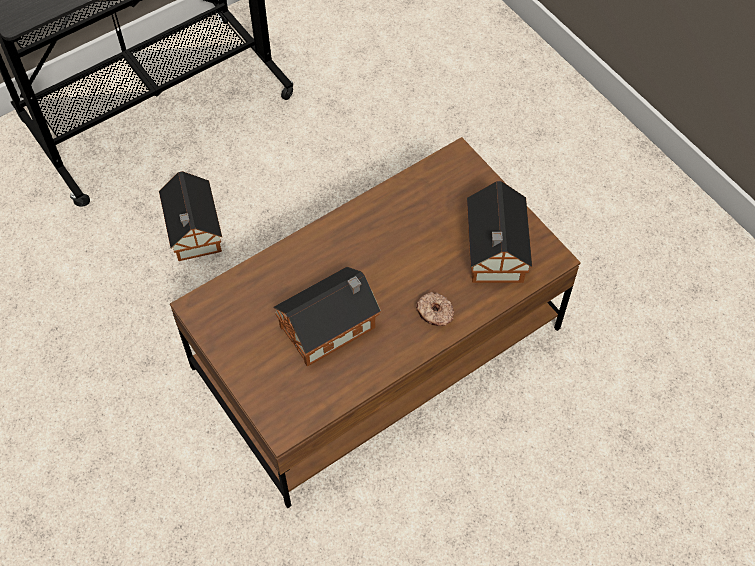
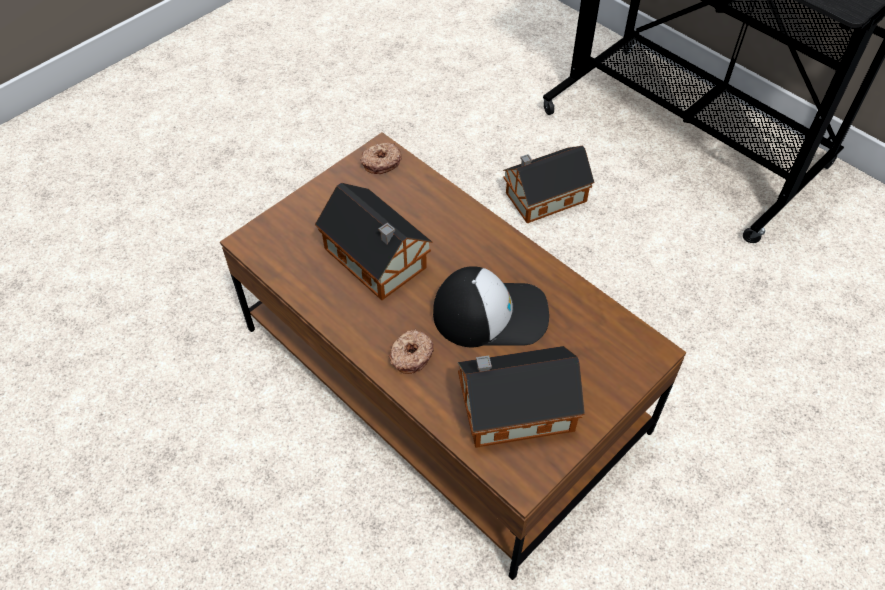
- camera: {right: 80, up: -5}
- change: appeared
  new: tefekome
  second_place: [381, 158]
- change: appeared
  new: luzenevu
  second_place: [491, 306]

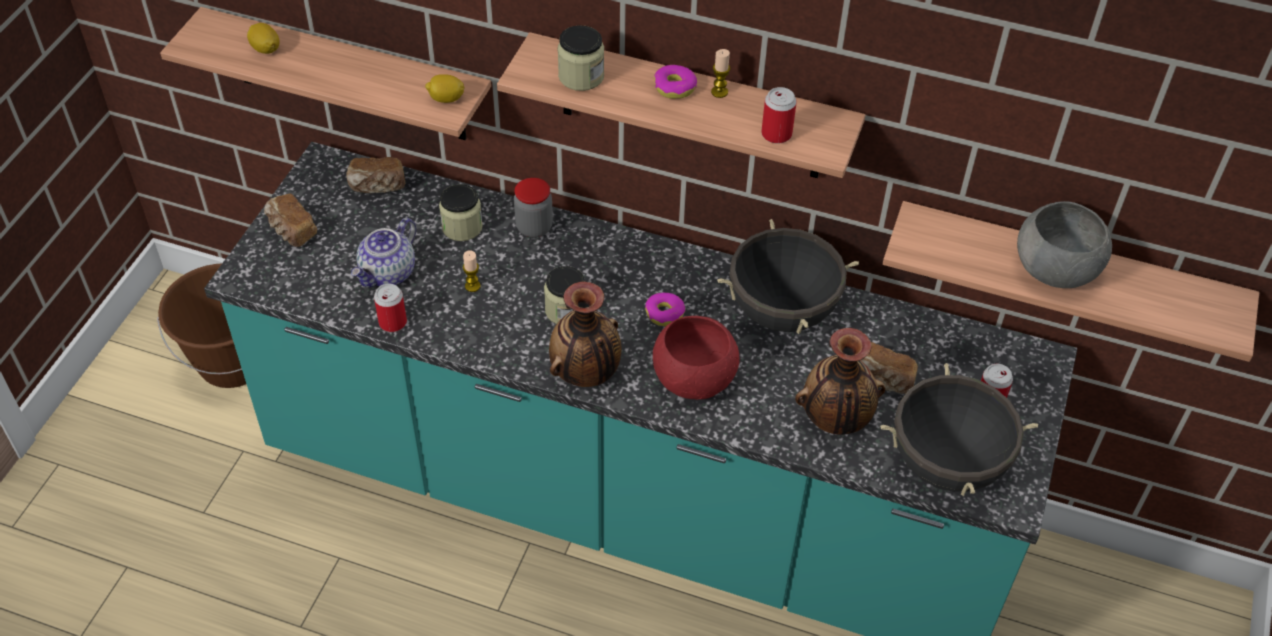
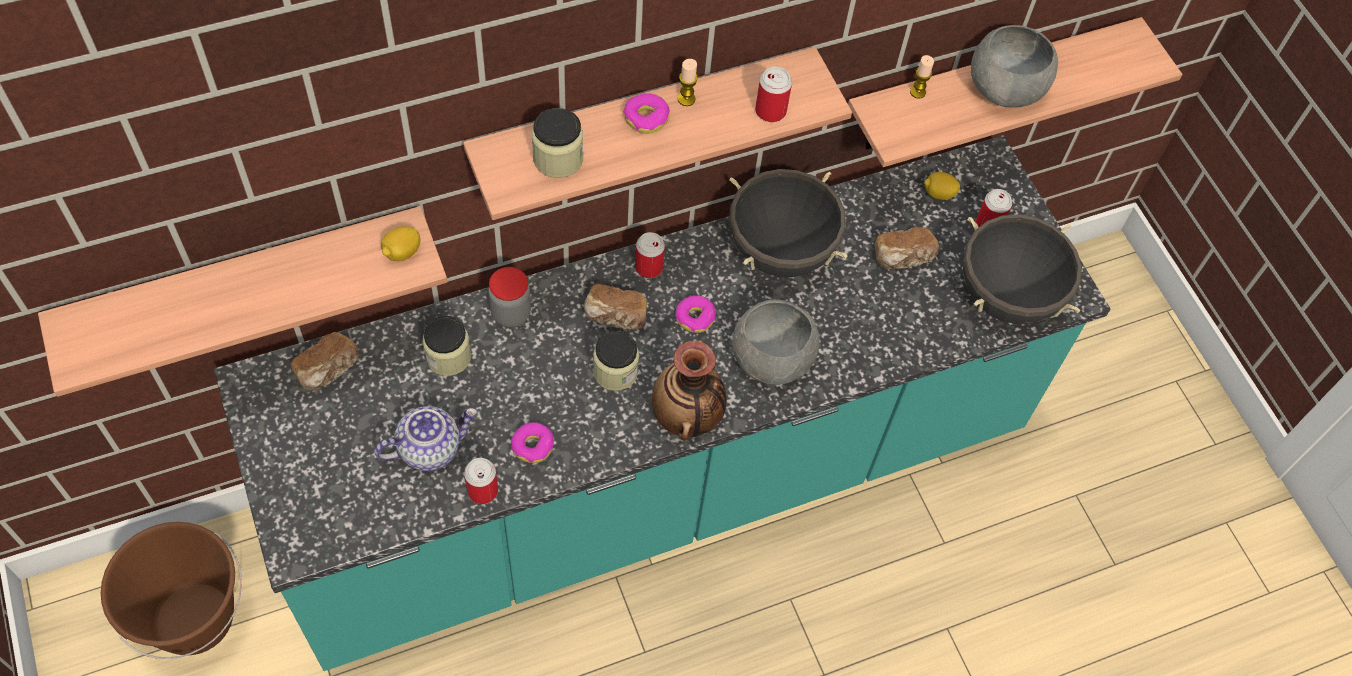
- camera: {right: -45, up: 10}
- change: spun
  old: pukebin
  first_place: [383, 252]
  second_place: [426, 438]
  degrees: -105
- change: appeared
  new: tefekome
  second_place: [532, 442]
- change: relocated
  old: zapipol
  first_place: [290, 220]
  second_place: [615, 307]
- change: appeared
  new: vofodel
  second_place: [650, 255]
- change: colour
  old: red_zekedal
  new: grey_zekedal
  first_place: [696, 358]
  second_place: [776, 342]
- change: relocated
  old: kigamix
  first_place: [471, 271]
  second_place: [922, 76]
- change: relocated
  old: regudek
  first_place: [263, 38]
  second_place: [942, 186]
- change: missing
  old: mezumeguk
  first_place: [840, 381]

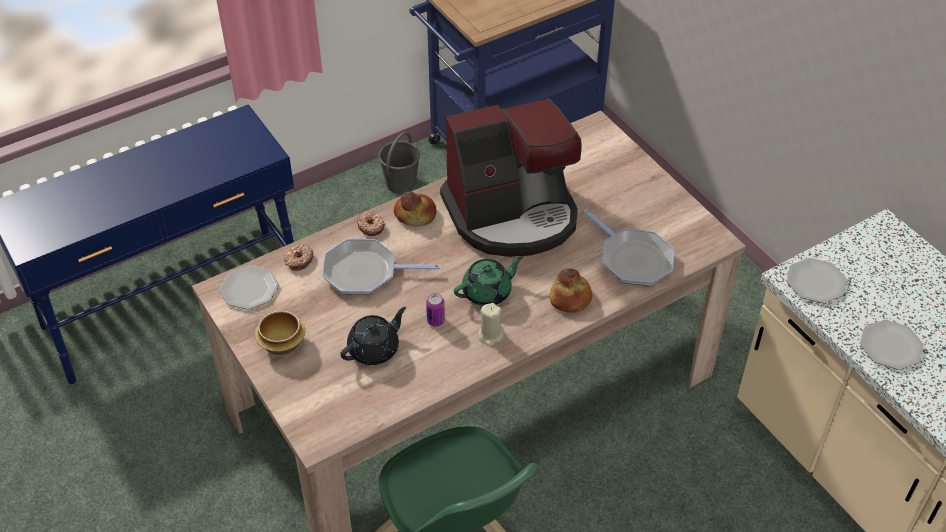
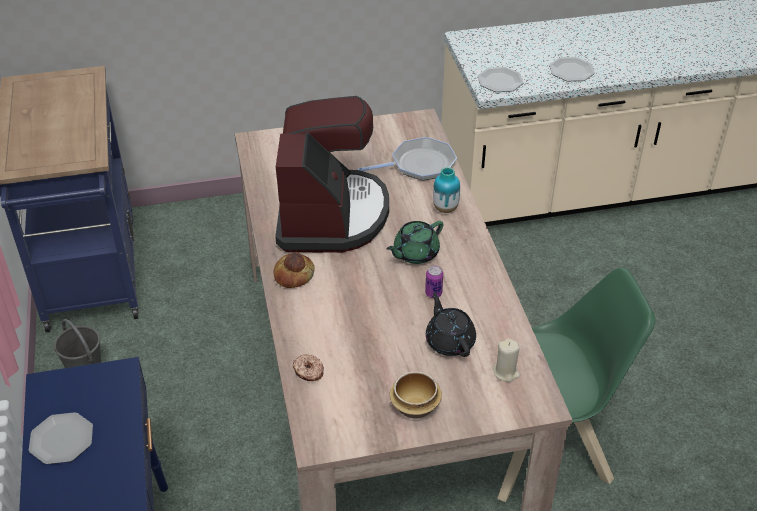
- camera: {right: -70, up: -5}
- change: relocated
  old: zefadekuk
  first_place: [249, 287]
  second_place: [61, 438]
- change: spun
  old: green_pukebin
  first_place: [489, 281]
  second_place: [415, 242]
  degrees: -120
- change: exchanged
  old: zapipol
  new: mezumeguk
  first_place: [571, 290]
  second_place: [446, 190]
- change: relocated
  old: beige_kigamix
  first_place: [491, 324]
  second_place: [506, 360]
- change: missing
  old: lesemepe
  first_place: [381, 267]
- change: missing
  old: tefekome
  first_place: [371, 223]

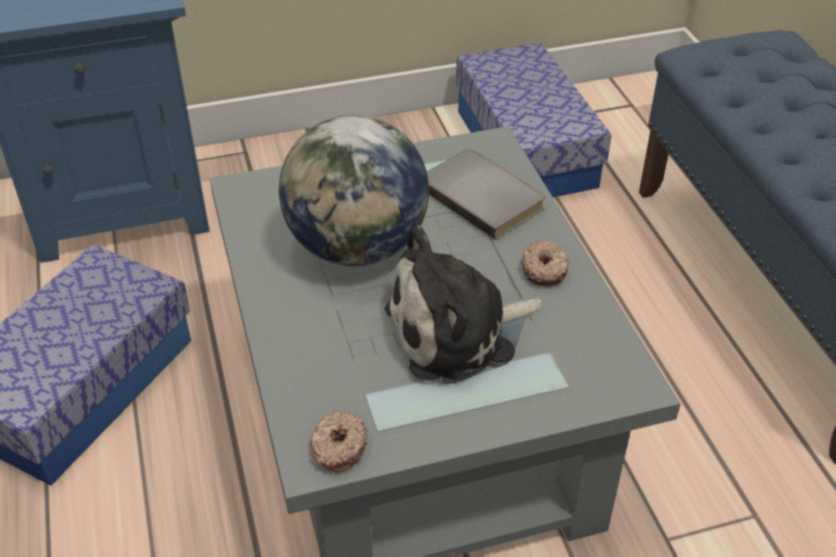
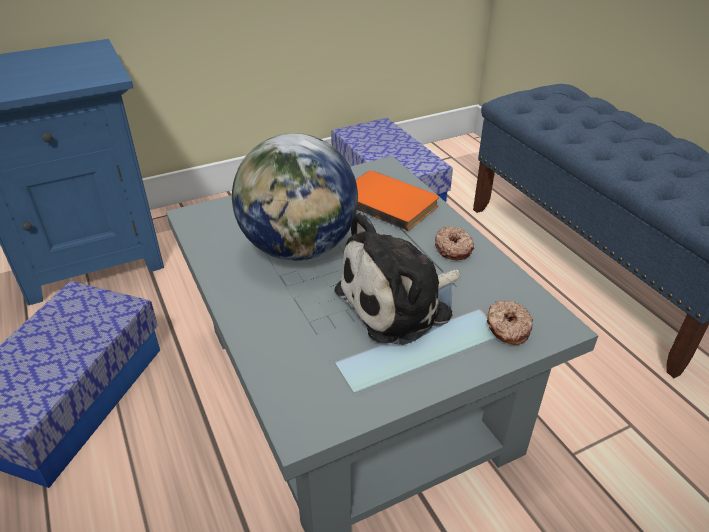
- camera: {right: -10, up: -5}
- change: colour
  old: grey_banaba
  new: orange_banaba
  first_place: [486, 194]
  second_place: [397, 201]
- change: relocated
  old: tefekome
  first_place: [339, 441]
  second_place: [510, 322]

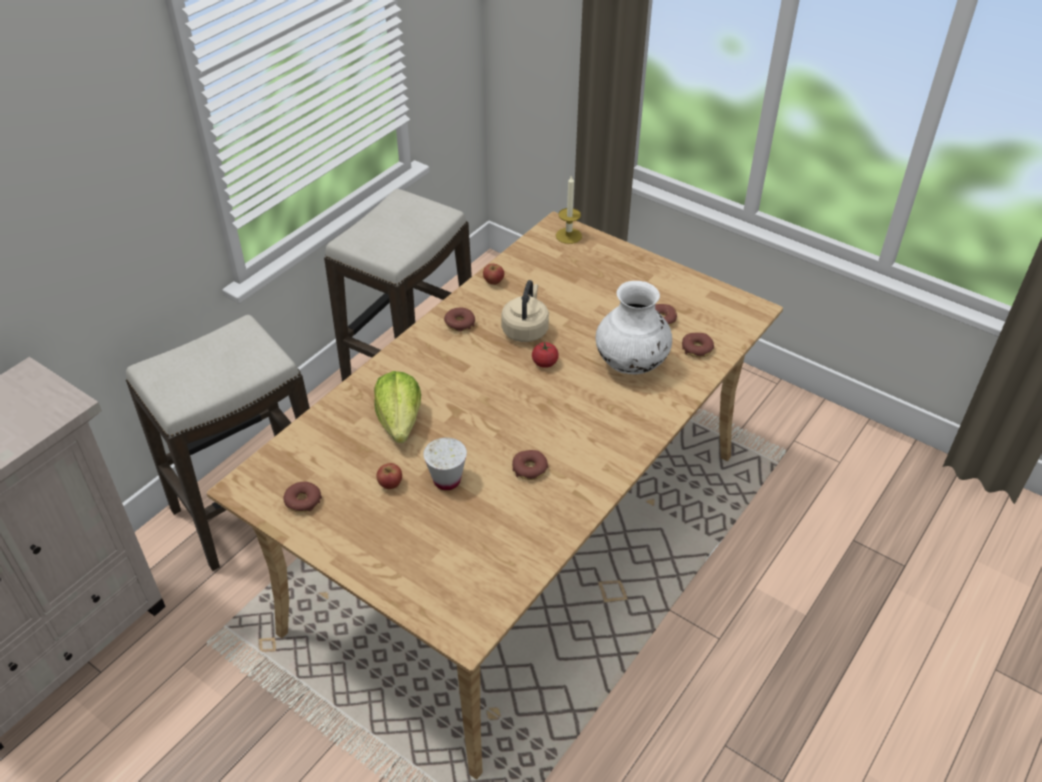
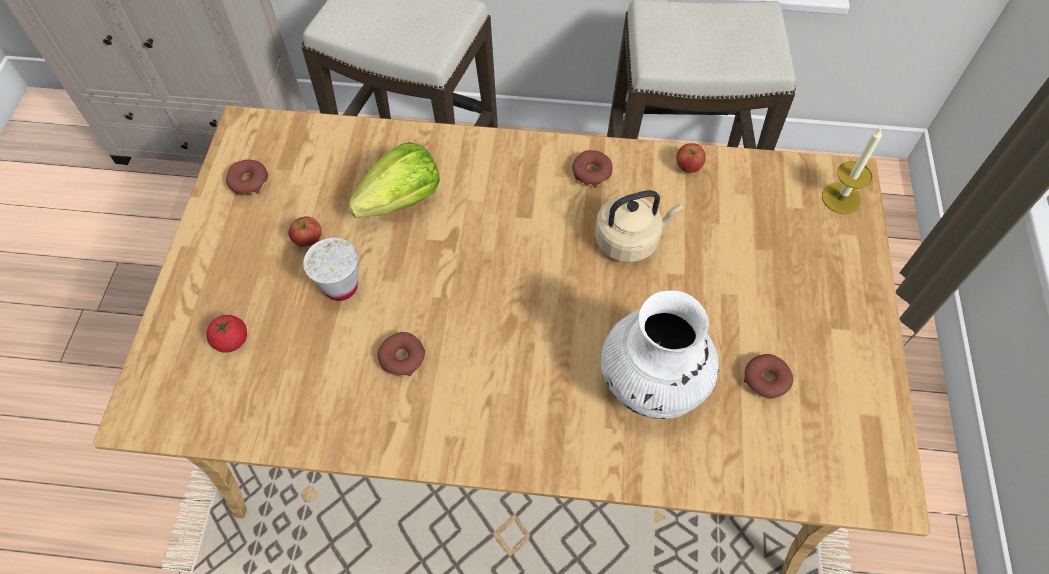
- camera: {right: 60, up: 15}
- change: relocated
  old: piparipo
  first_place: [545, 354]
  second_place: [227, 334]
- change: missing
  old: tefekome
  first_place: [698, 345]

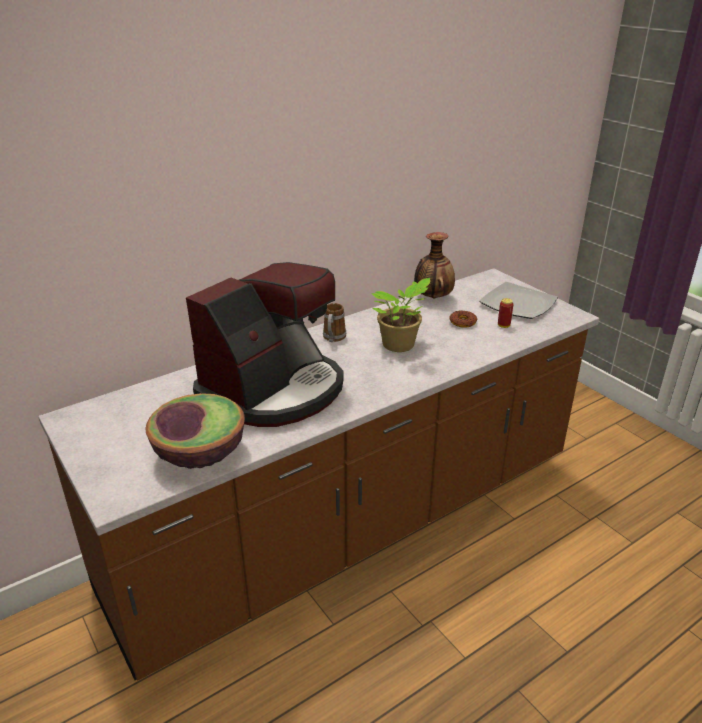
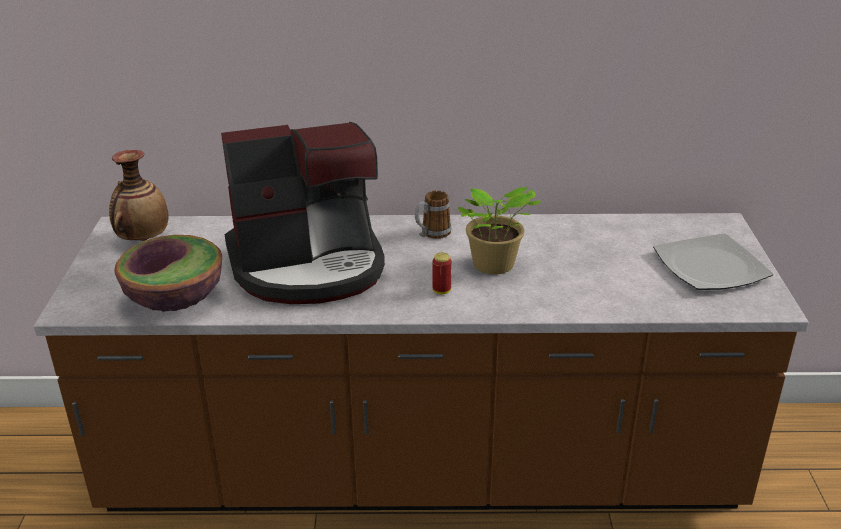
- camera: {right: 35, up: 0}
- change: relocated
  old: mezumeguk
  first_place: [434, 265]
  second_place: [139, 195]
- change: relocated
  old: vofodel
  first_place: [505, 313]
  second_place: [442, 273]
- change: missing
  old: tefekome
  first_place: [463, 318]

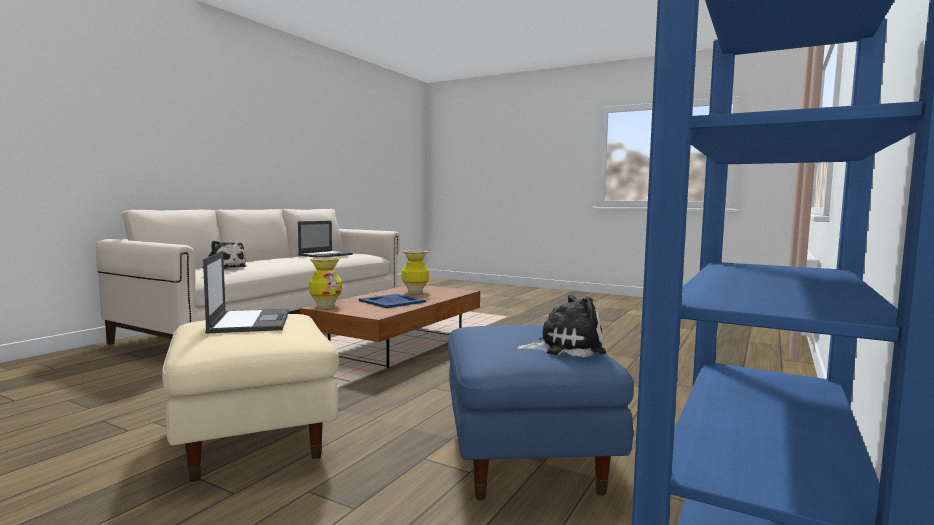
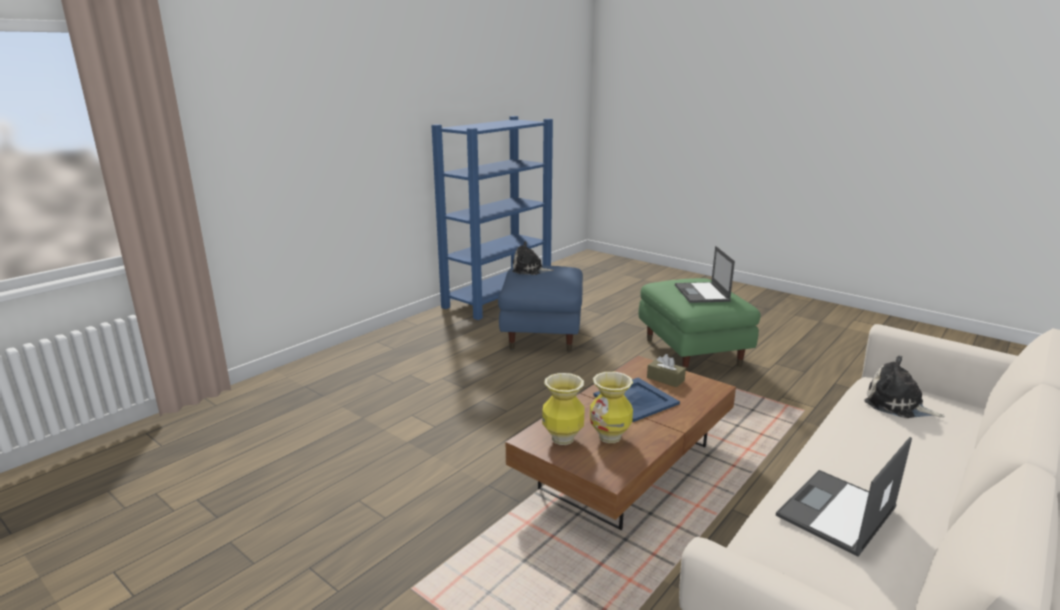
- camera: {right: -170, up: 15}
- change: relocated
  old: mezumeguk
  first_place: [325, 282]
  second_place: [563, 409]
- change: colour
  old: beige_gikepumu
  new: green_gikepumu
  first_place: [250, 398]
  second_place: [700, 324]
- change: appeared
  new: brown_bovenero
  second_place: [666, 370]

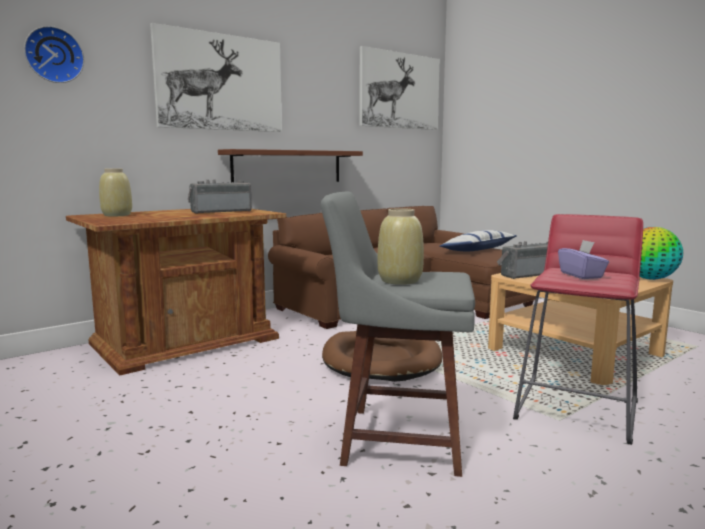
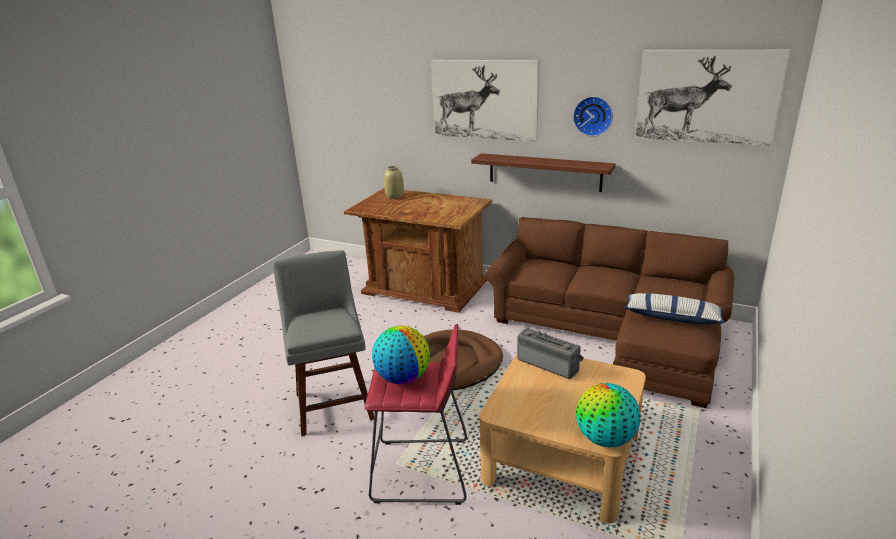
- camera: {right: 65, up: 15}
- change: exchanged
  old: purple_bovenero
  new: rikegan
  first_place: [583, 259]
  second_place: [401, 355]
- change: relocated
  old: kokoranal
  first_place: [54, 54]
  second_place: [593, 116]
- change: missing
  old: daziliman
  first_place: [220, 197]
- change: missing
  old: beige_mezumeguk
  first_place: [401, 246]

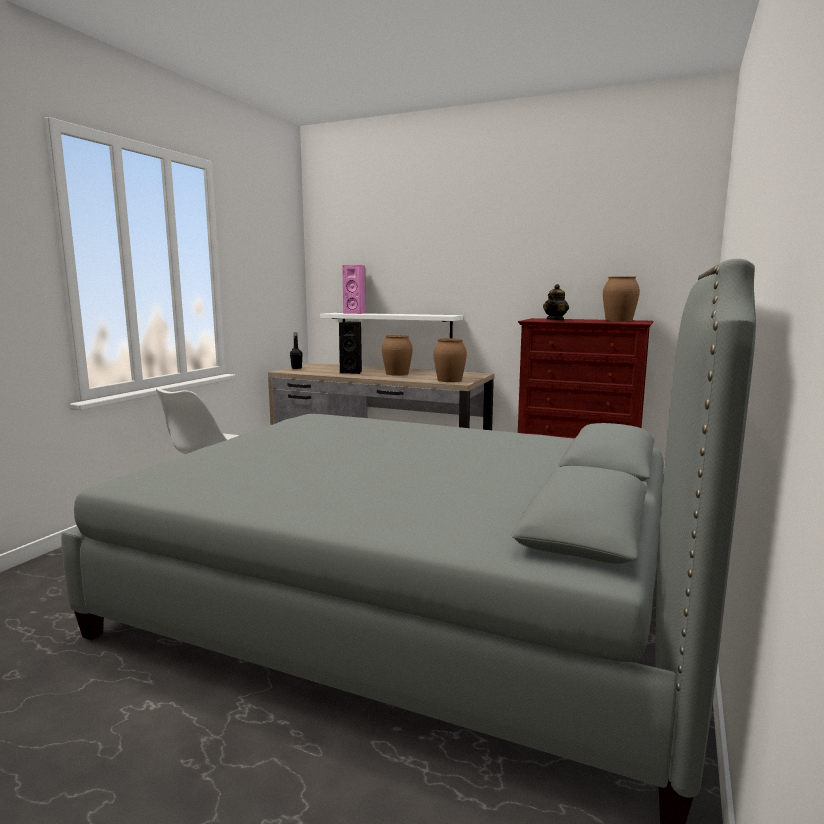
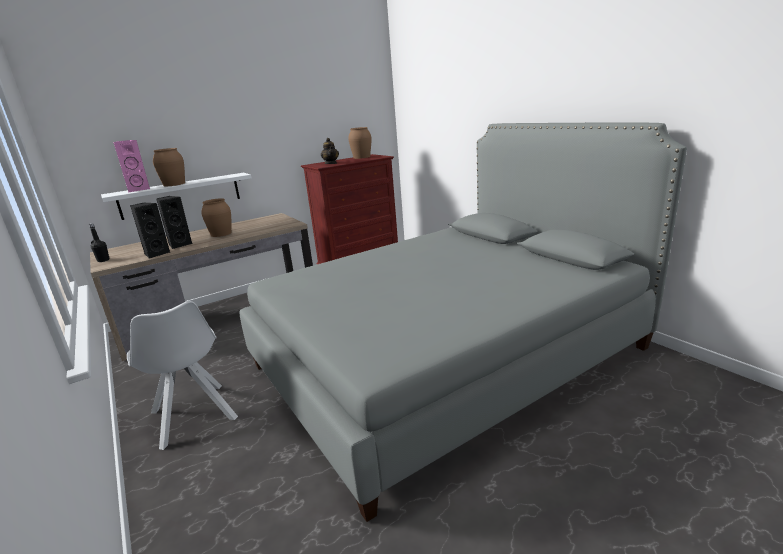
- camera: {right: -55, up: 10}
- change: appeared
  new: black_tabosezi
  second_place: [150, 230]
- change: relocated
  old: brown_mezumeguk
  first_place: [450, 360]
  second_place: [169, 167]

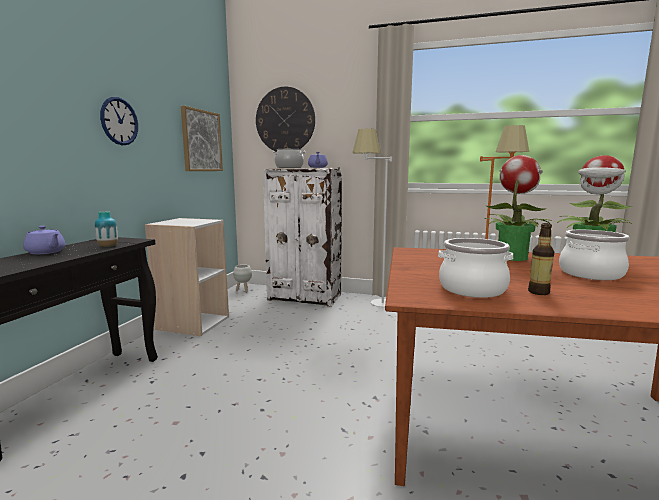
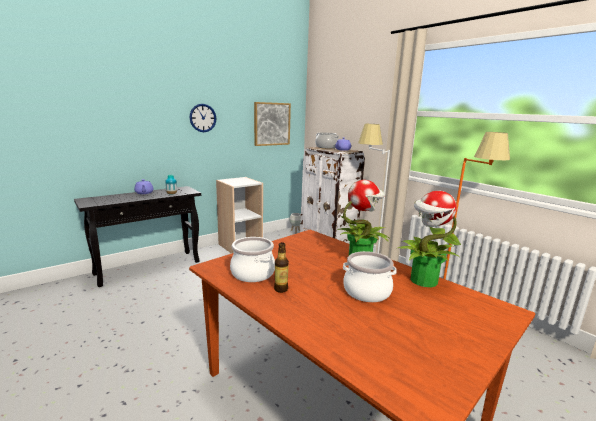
- camera: {right: 35, up: 5}
- change: missing
  old: kokoranal
  first_place: [285, 119]

